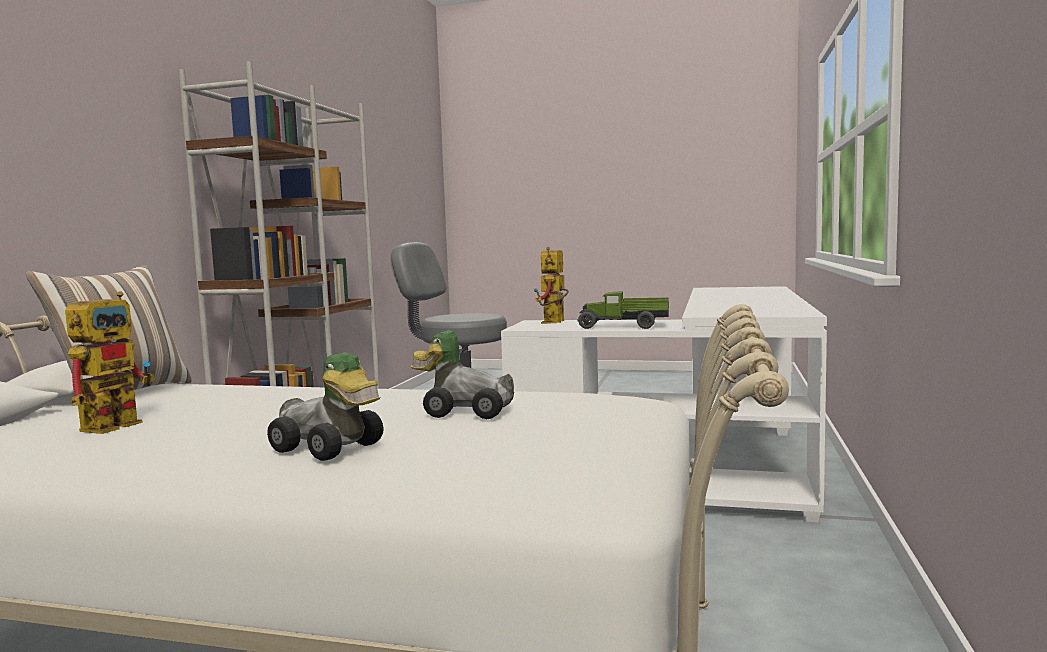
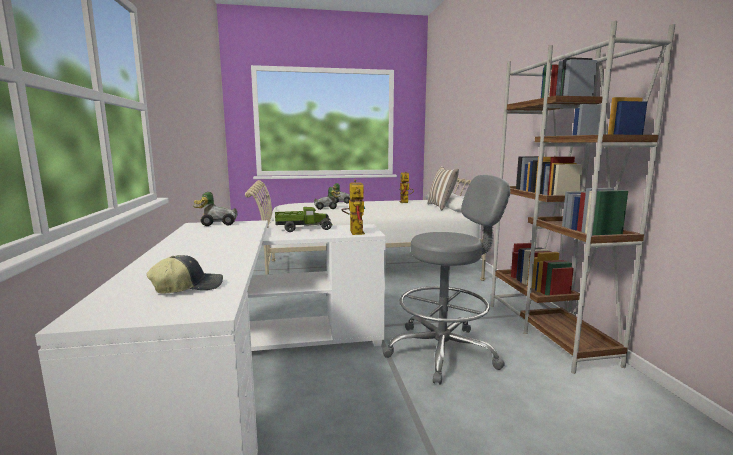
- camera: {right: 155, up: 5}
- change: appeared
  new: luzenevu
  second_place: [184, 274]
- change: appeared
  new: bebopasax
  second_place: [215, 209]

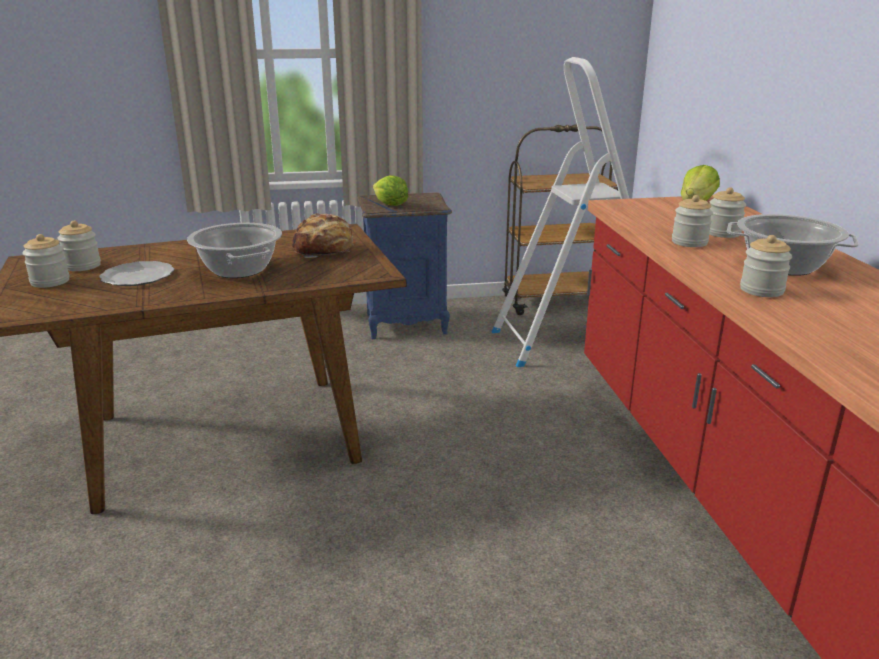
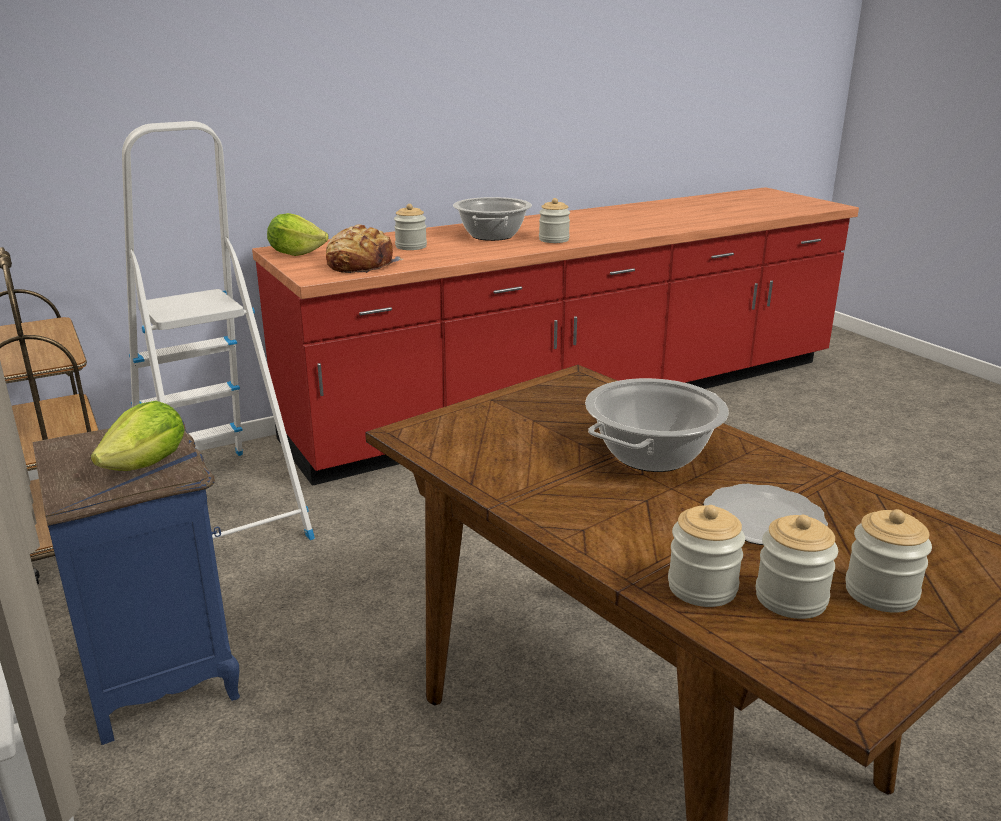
- camera: {right: -110, up: 0}
- change: relocated
  old: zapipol
  first_place: [323, 235]
  second_place: [364, 248]
- change: relocated
  old: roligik
  first_place: [692, 221]
  second_place: [706, 556]

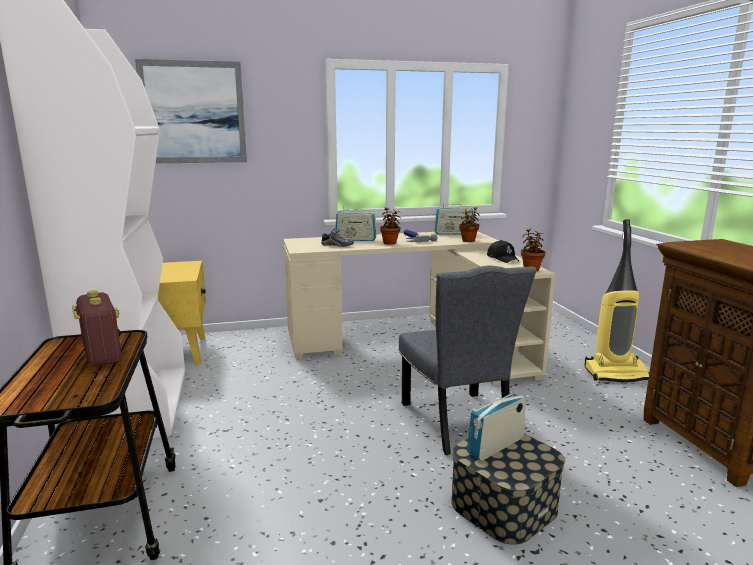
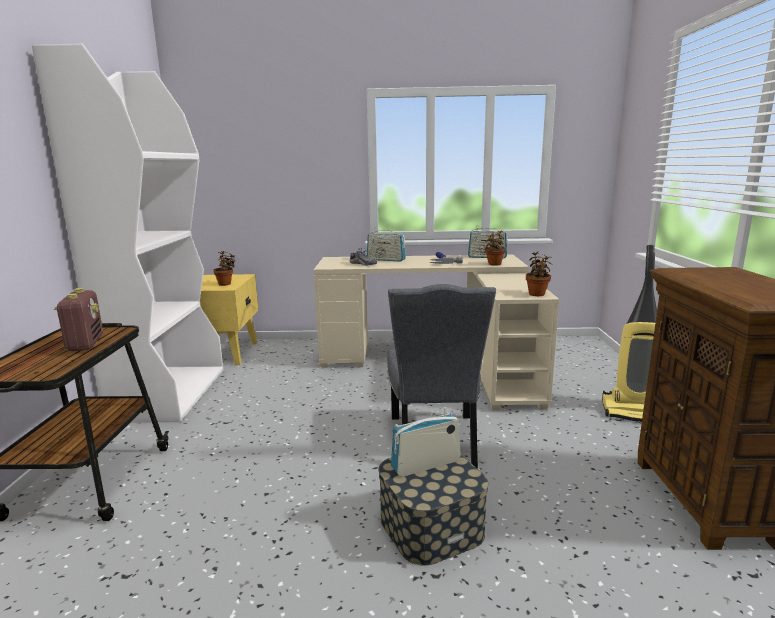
- camera: {right: 15, up: 0}
- change: relocated
  old: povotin
  first_place: [390, 226]
  second_place: [224, 268]
- change: missing
  old: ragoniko
  first_place: [191, 111]
- change: missing
  old: black_luzenevu
  first_place: [503, 251]

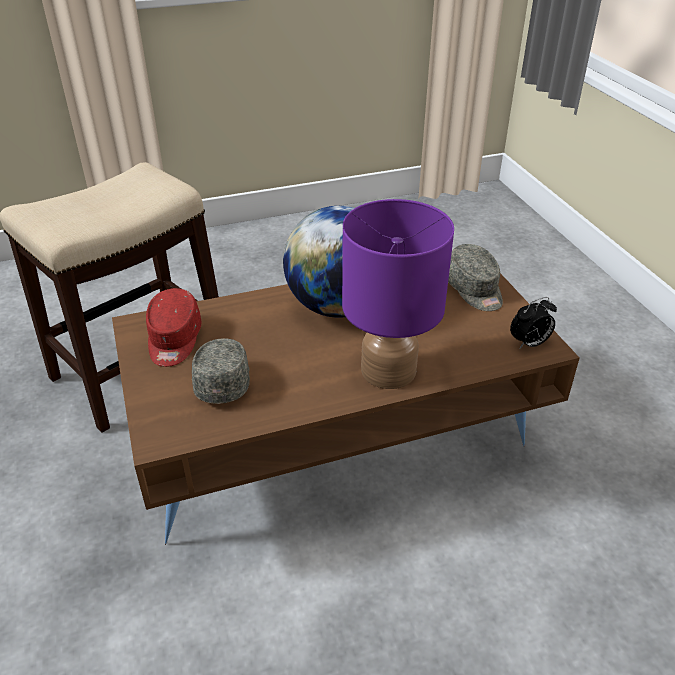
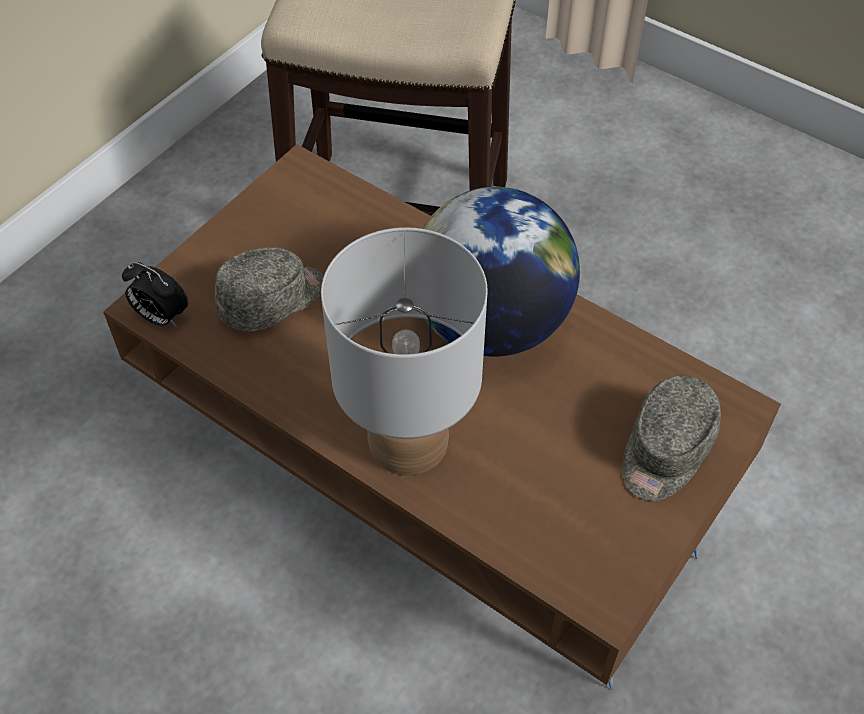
- camera: {right: 55, up: 15}
- change: relocated
  old: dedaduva
  first_place: [533, 323]
  second_place: [155, 294]
- change: colour
  old: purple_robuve
  new: grey_robuve
  first_place: [398, 294]
  second_place: [404, 351]
- change: missing
  old: red_luzenevu
  first_place: [174, 327]

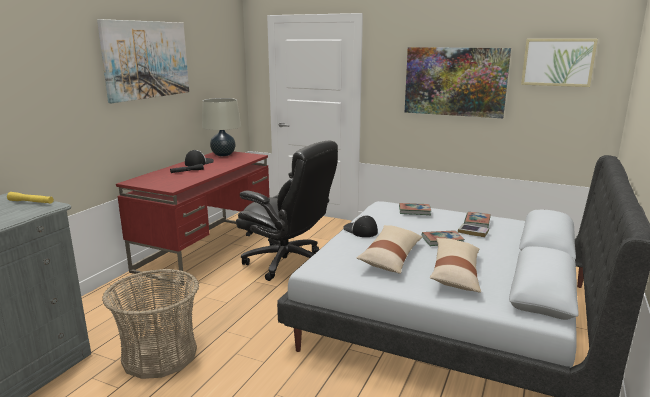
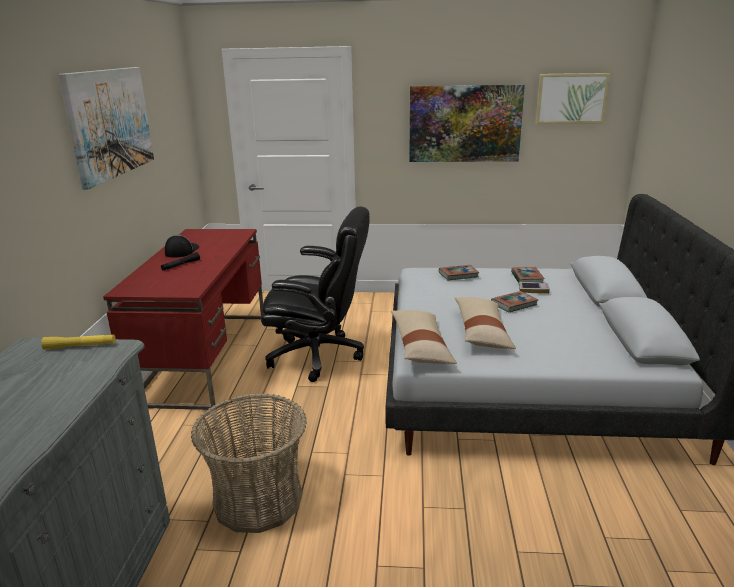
- camera: {right: -20, up: 5}
- change: relocated
  old: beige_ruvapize
  first_place: [455, 265]
  second_place: [424, 337]
- change: missing
  old: beige_robuve
  first_place: [221, 127]
- change: missing
  old: luzenevu
  first_place: [360, 226]

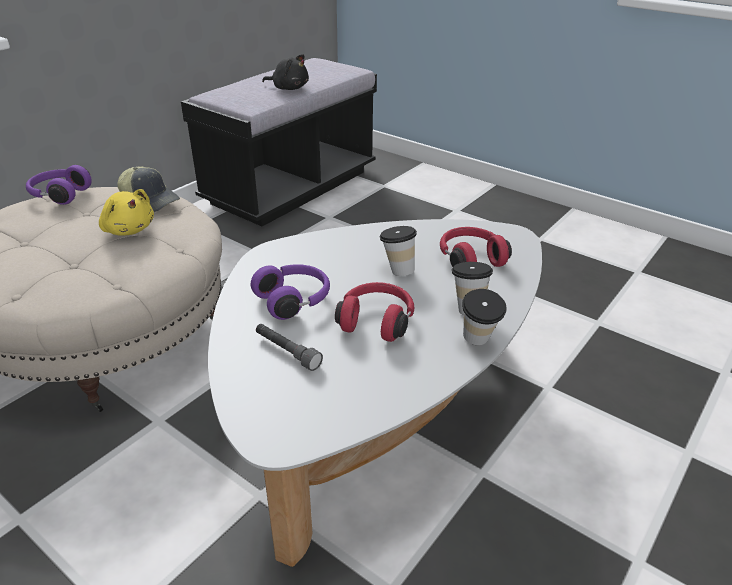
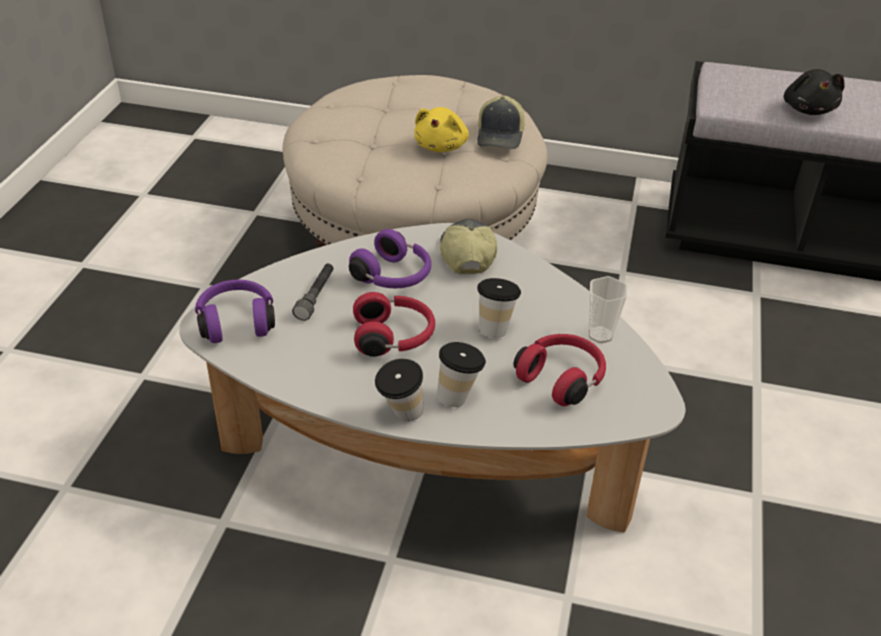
- camera: {right: 65, up: 5}
- change: relocated
  old: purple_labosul
  first_place: [59, 185]
  second_place: [235, 311]
- change: appeared
  new: luzenevu
  second_place: [468, 246]
- change: appeared
  new: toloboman
  second_place: [608, 309]

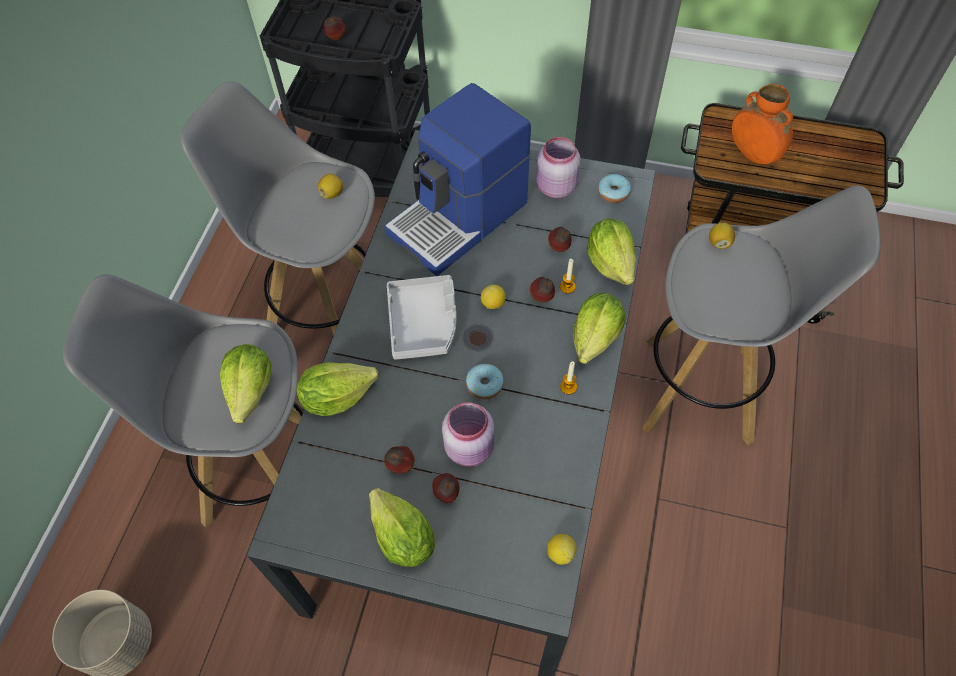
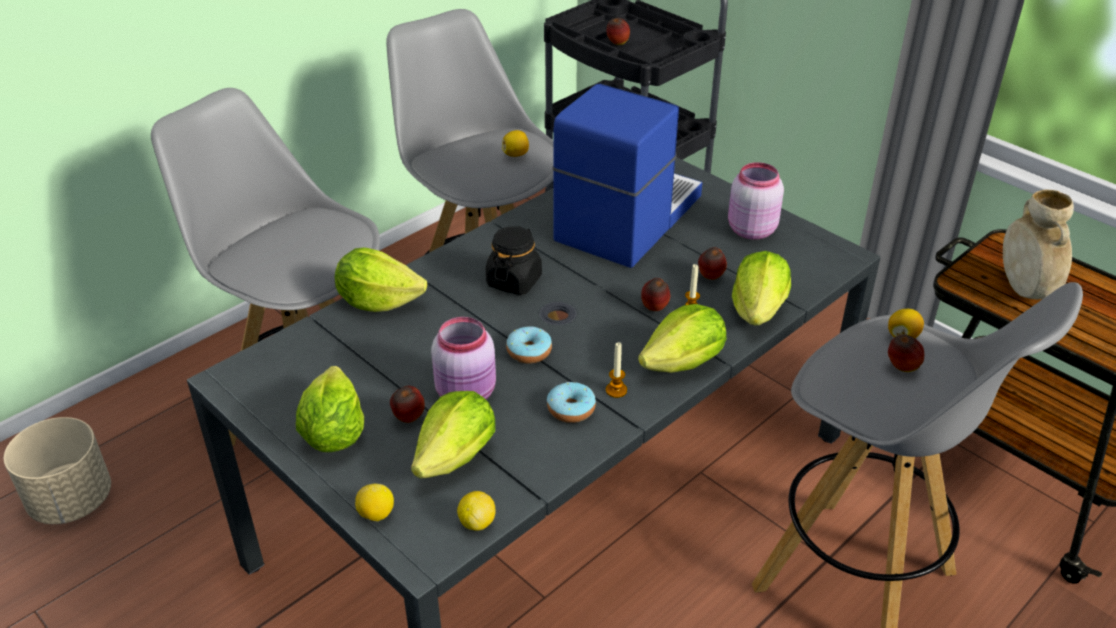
- camera: {right: 30, up: -20}
- change: relocated
  old: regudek
  first_place: [493, 297]
  second_place: [374, 502]
- change: relocated
  old: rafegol
  first_place: [246, 383]
  second_place: [453, 434]
- change: exchanged
  old: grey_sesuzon
  new: black_roligik
  first_place: [421, 317]
  second_place: [514, 260]
- change: relocated
  old: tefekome
  first_place: [614, 188]
  second_place: [571, 402]
- change: spun
  old: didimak
  first_place: [458, 179]
  second_place: [627, 176]
  degrees: 135
- change: relocated
  old: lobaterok
  first_place: [399, 460]
  second_place: [906, 353]
- change: colour
  old: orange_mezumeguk
  new: beige_mezumeguk
  first_place: [762, 124]
  second_place: [1038, 245]

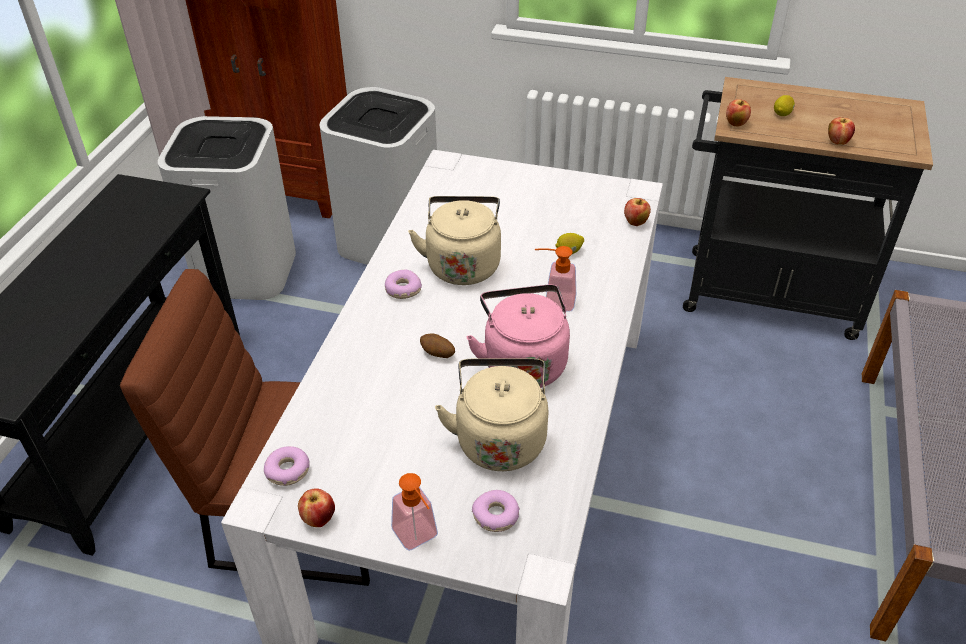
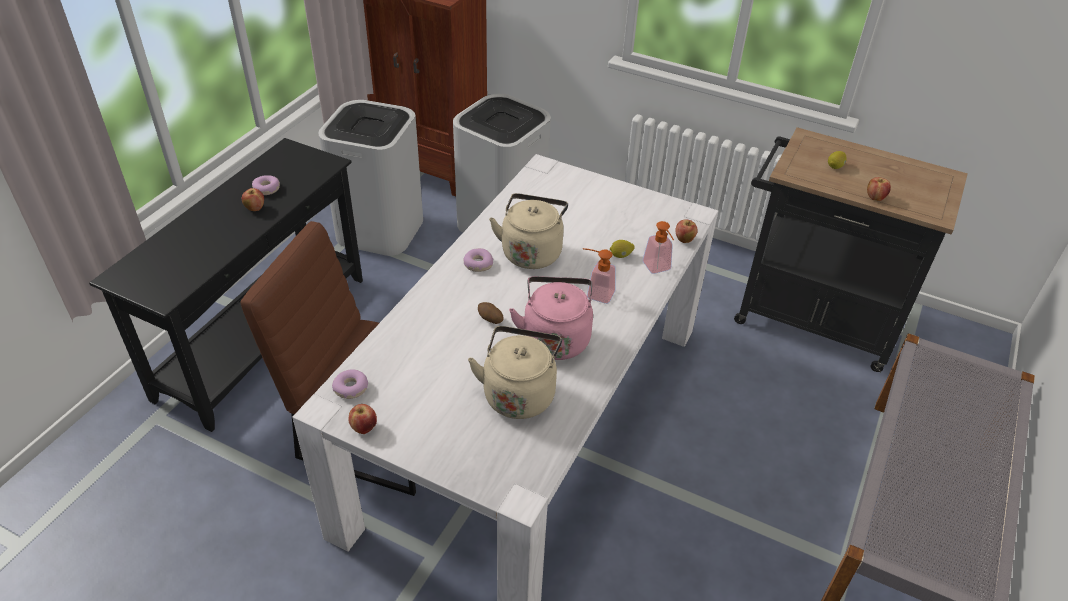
- camera: {right: 10, up: 0}
- change: relocated
  old: lobaterok
  first_place: [738, 112]
  second_place: [253, 199]
- change: relocated
  old: tefekome
  first_place: [496, 511]
  second_place: [266, 185]
- change: relocated
  old: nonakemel
  first_place: [414, 512]
  second_place: [658, 247]

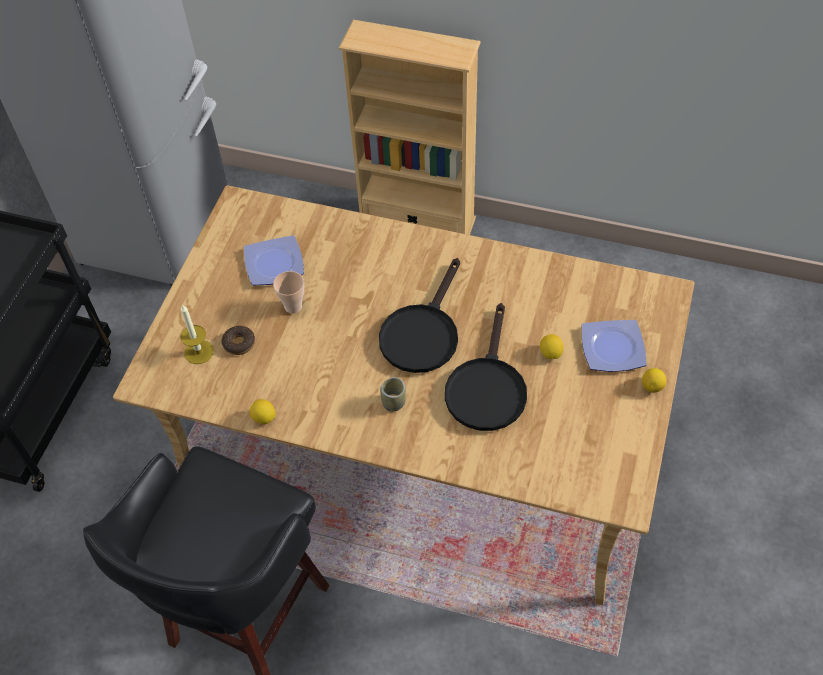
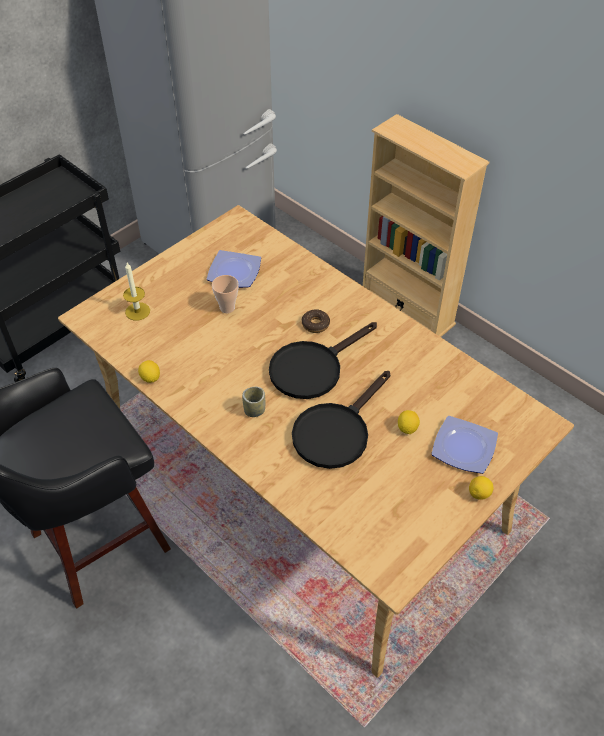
- camera: {right: 25, up: -5}
- change: relocated
  old: tefekome
  first_place: [238, 340]
  second_place: [316, 321]

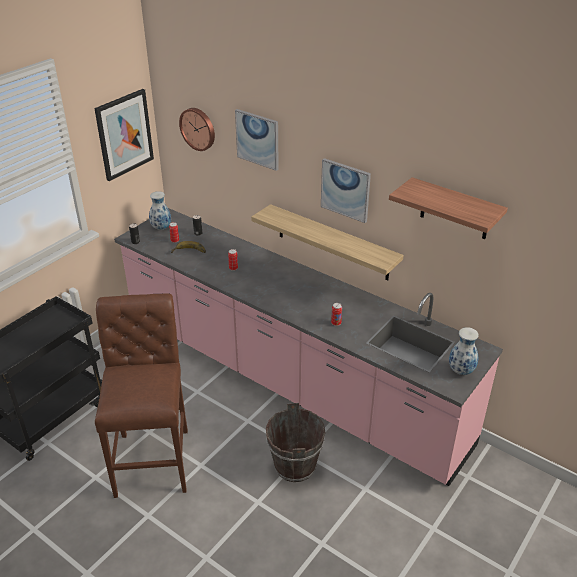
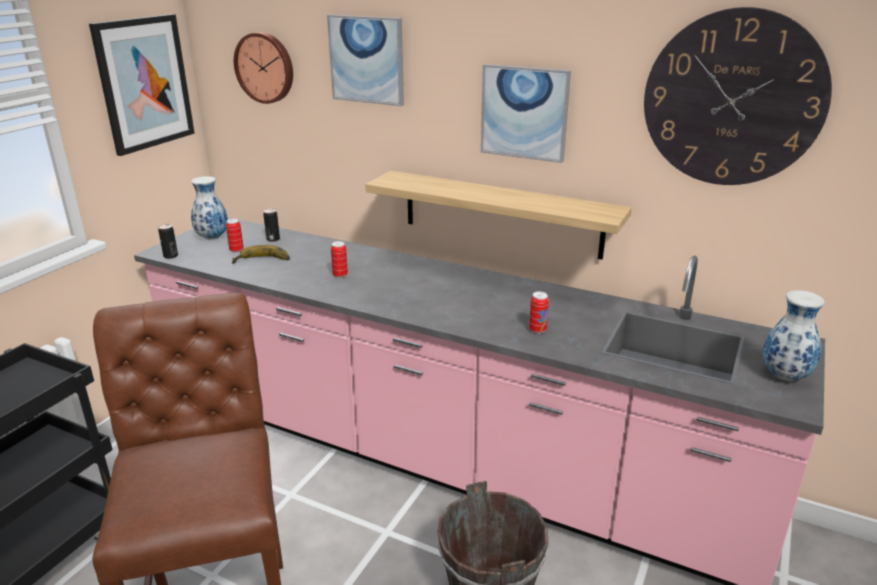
- camera: {right: -10, up: -10}
- change: exchanged
  old: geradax
  new: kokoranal
  first_place: [448, 208]
  second_place: [738, 96]

